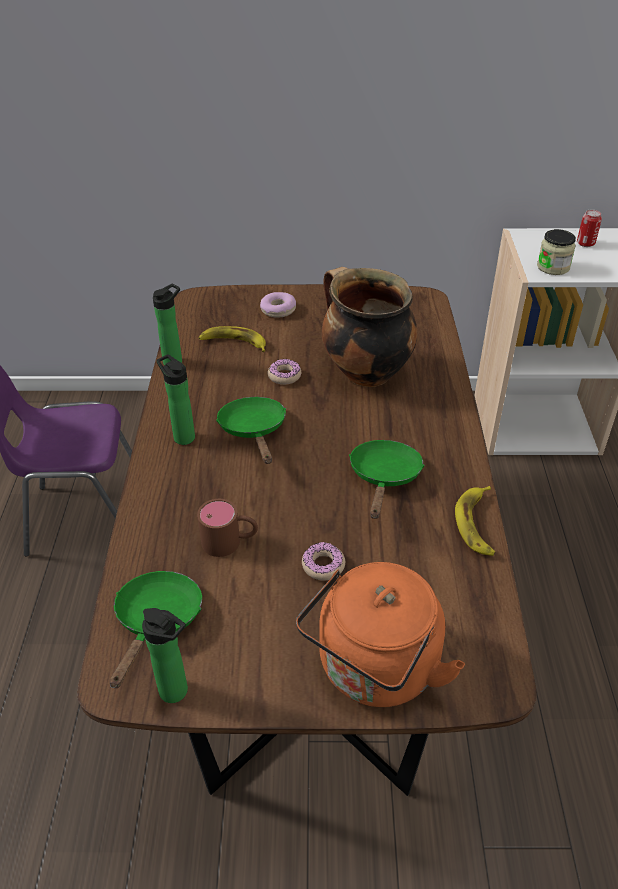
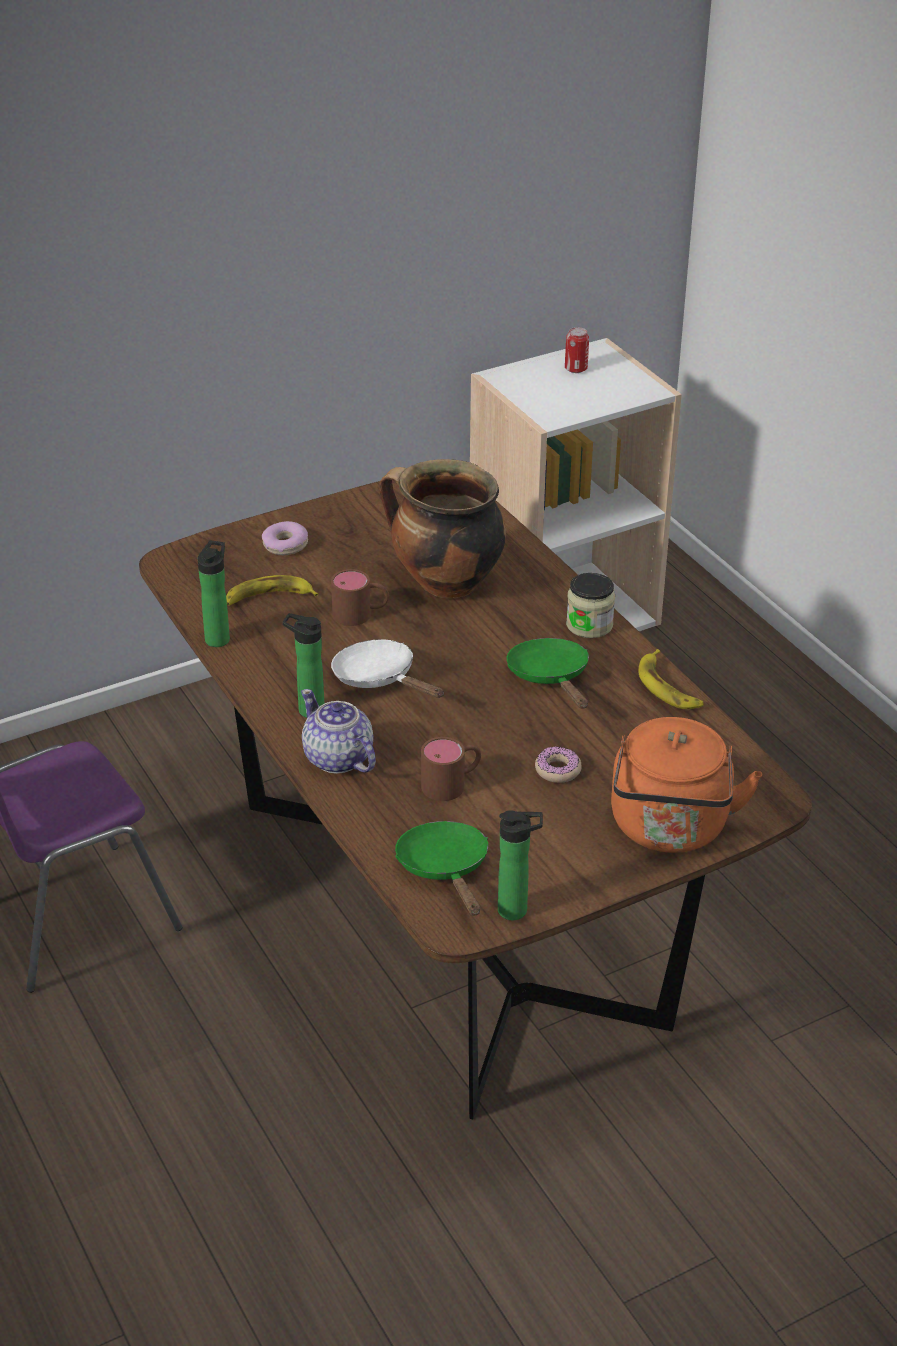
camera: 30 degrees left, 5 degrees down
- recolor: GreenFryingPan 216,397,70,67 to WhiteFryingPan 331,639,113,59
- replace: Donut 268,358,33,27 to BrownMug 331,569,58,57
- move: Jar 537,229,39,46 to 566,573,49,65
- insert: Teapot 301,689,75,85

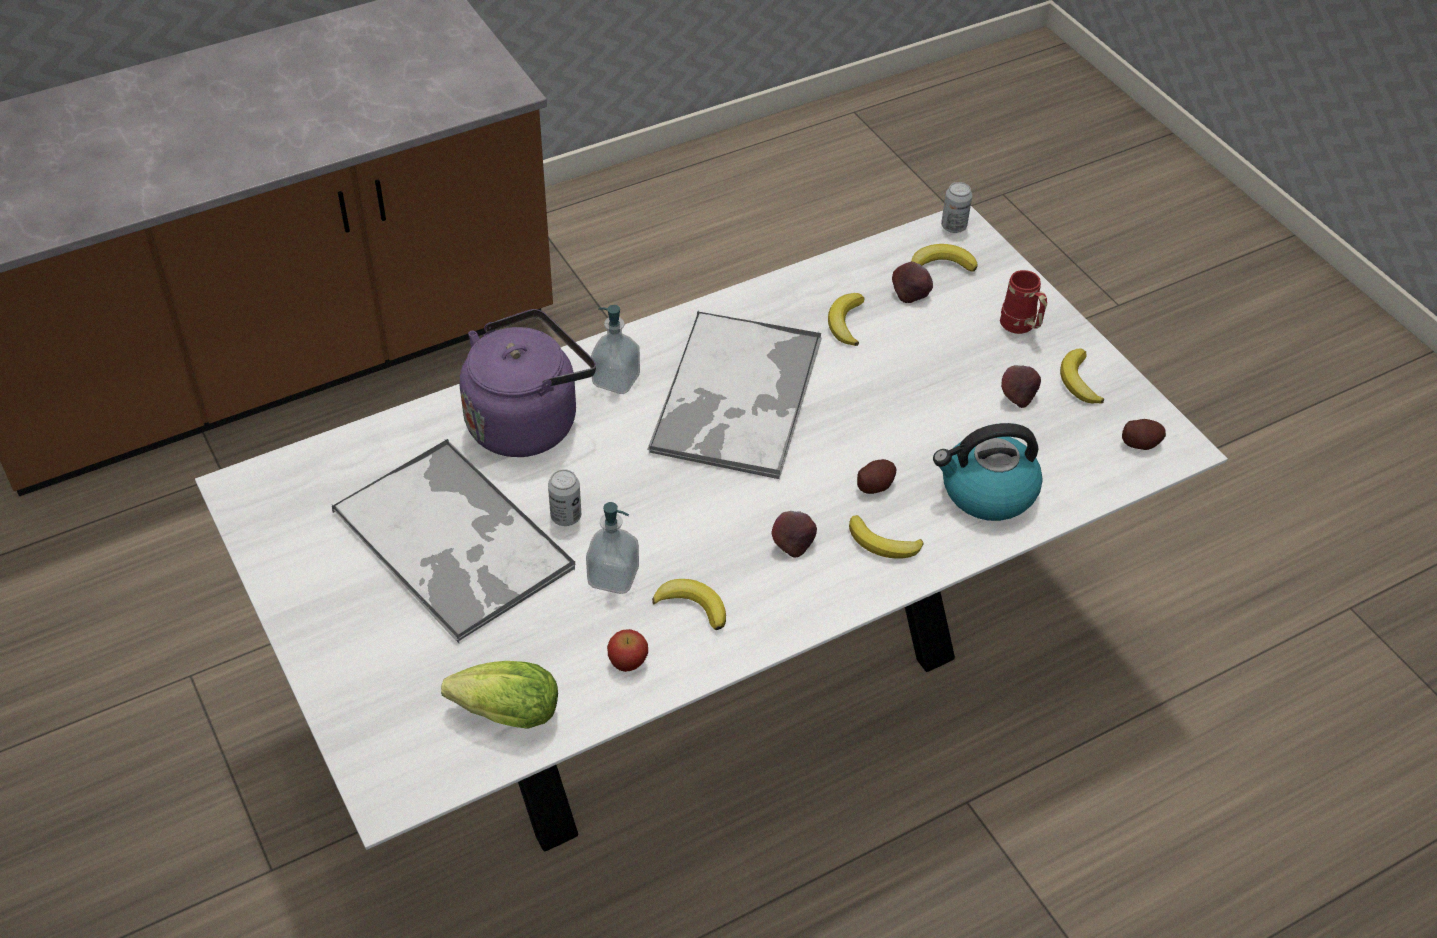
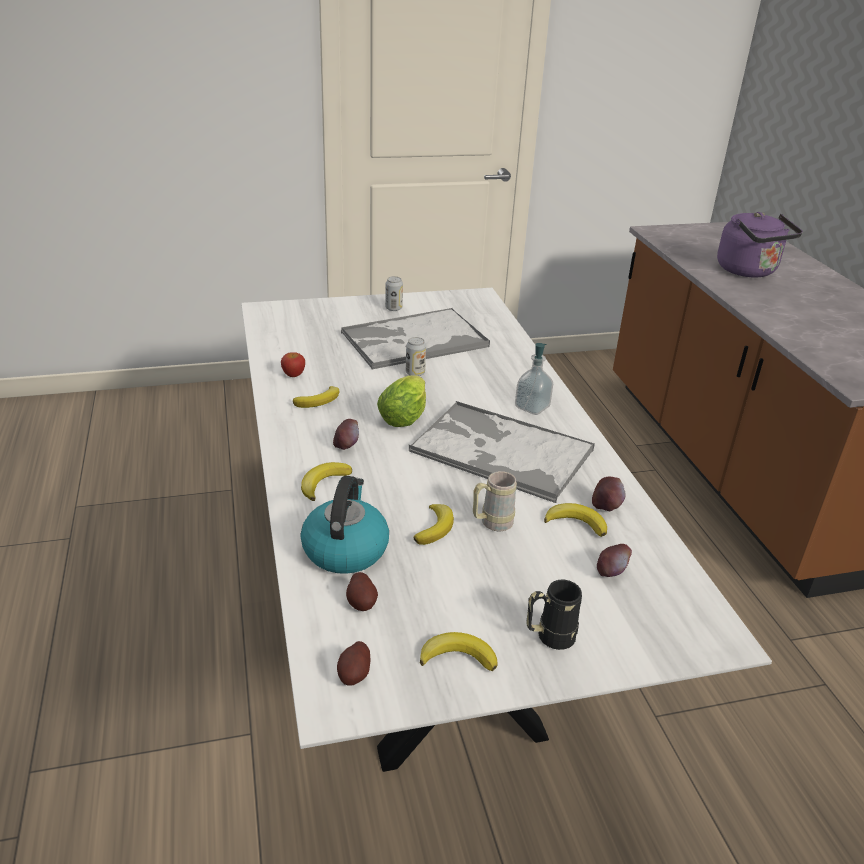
camera: 105 degrees right, 15 degrees down
- move: Lettuce 441,661,117,68 to 377,375,49,52
- move: PurpleKettle 460,309,136,148 to 717,212,86,66
- delete: SoapDispenser 586,502,53,92
- move: Potato 857,459,40,35 to 346,572,32,39
- move: Banana 911,244,67,28 to 414,504,40,41
- move: Can 941,182,31,51 to 385,276,18,35
- recolor: RedMug 1000,270,47,64 to BlackMug 526,580,56,70
- move: Apple 1001,365,40,43 to 592,477,33,34
- insert: BeigeMug 473,471,44,60

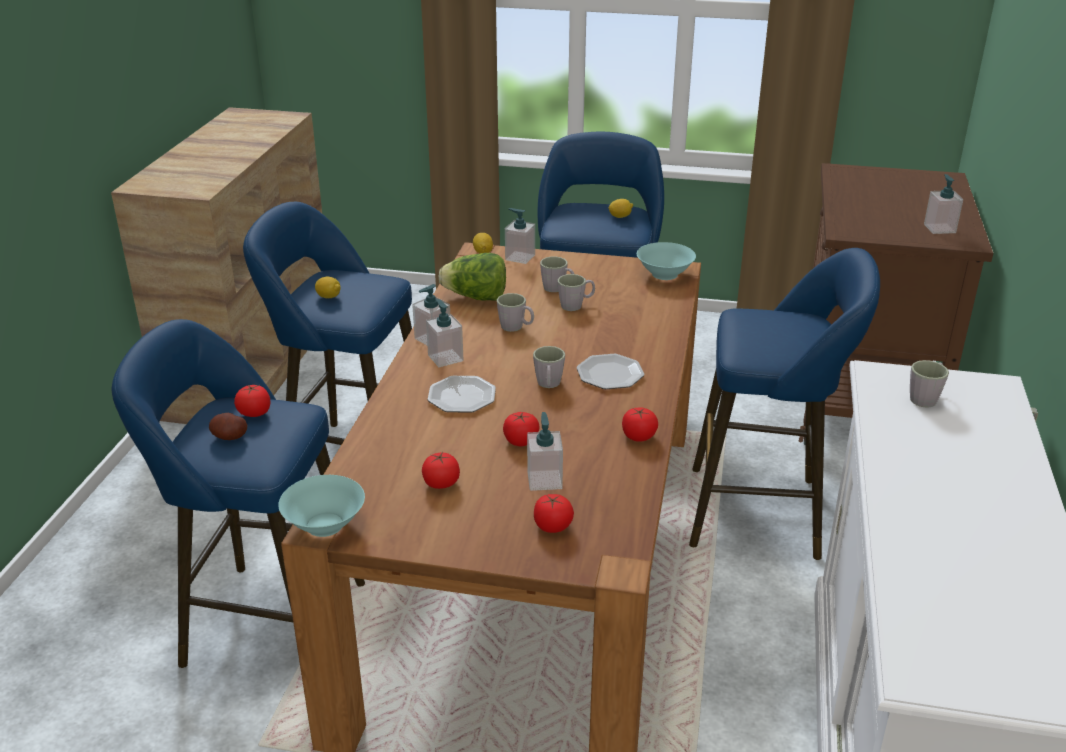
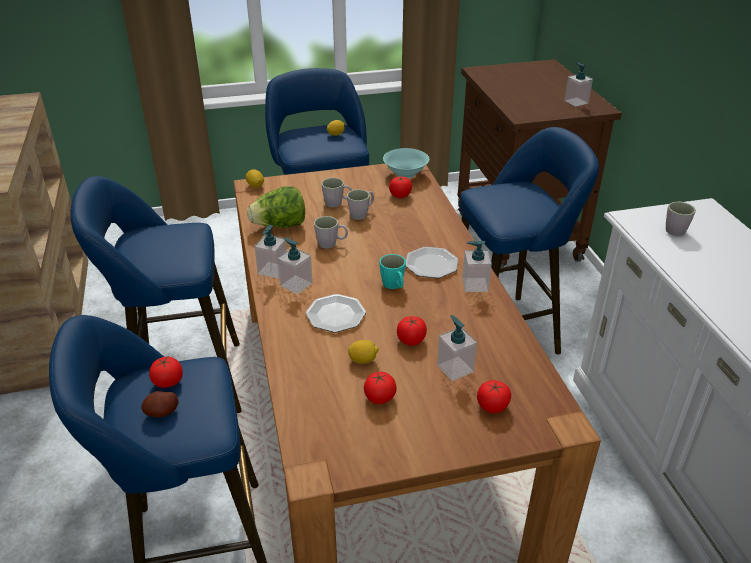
camera: 25 degrees left, 5 degrees up
- delete: TurquoiseBowl 278,475,87,62
- move: Lemon 315,277,26,21 to 348,340,31,24
- move: SoapDispenser 505,208,30,56 to 462,241,30,51
- recolor: GreyMug 533,346,32,42 to TurquoiseMug 379,254,27,35
- move: Tomato 622,407,36,35 to 389,176,23,22

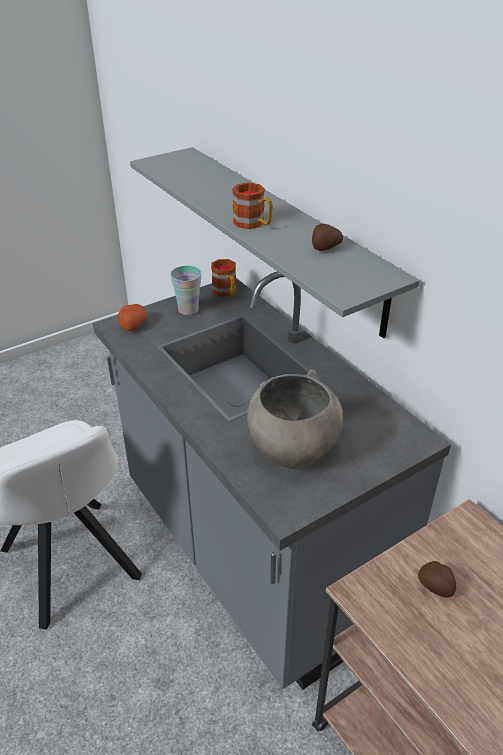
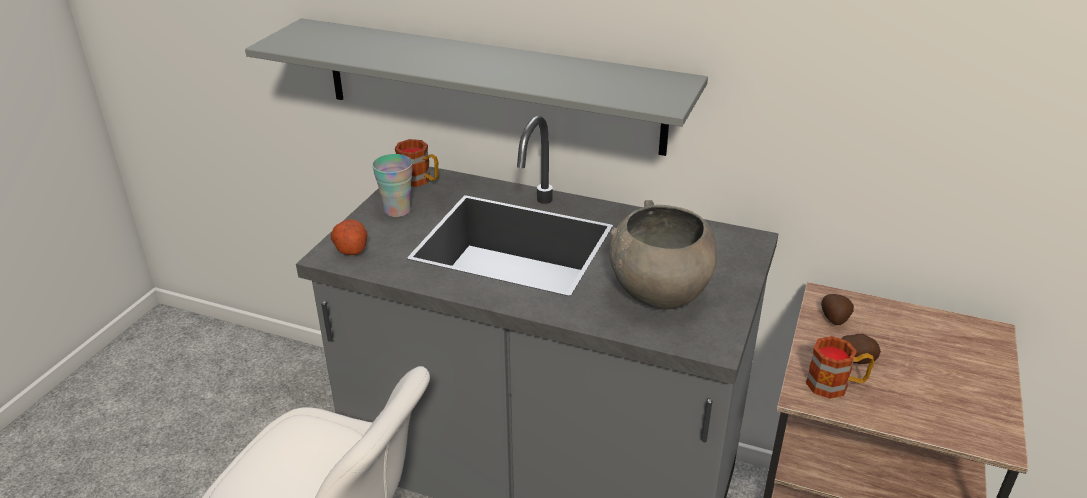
camera: 35 degrees left, 5 degrees down
- move: Mug 232,183,41,46 to 806,336,68,63
- move: Potato 312,224,31,27 to 821,294,33,31

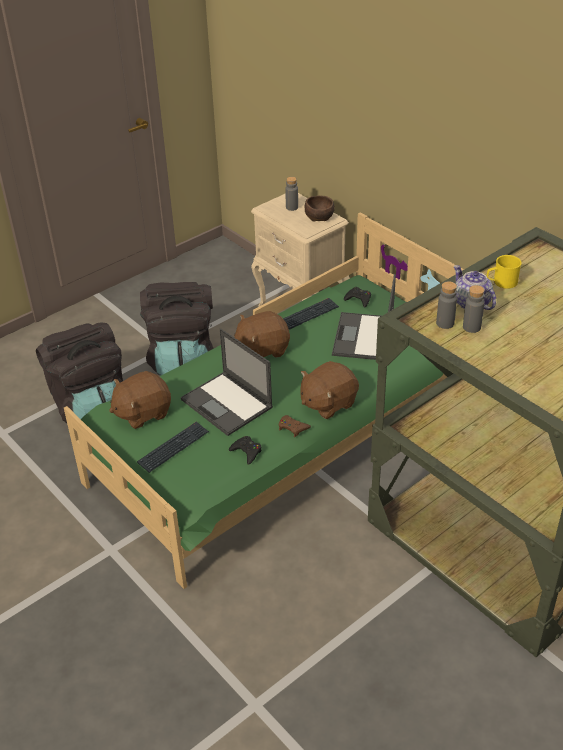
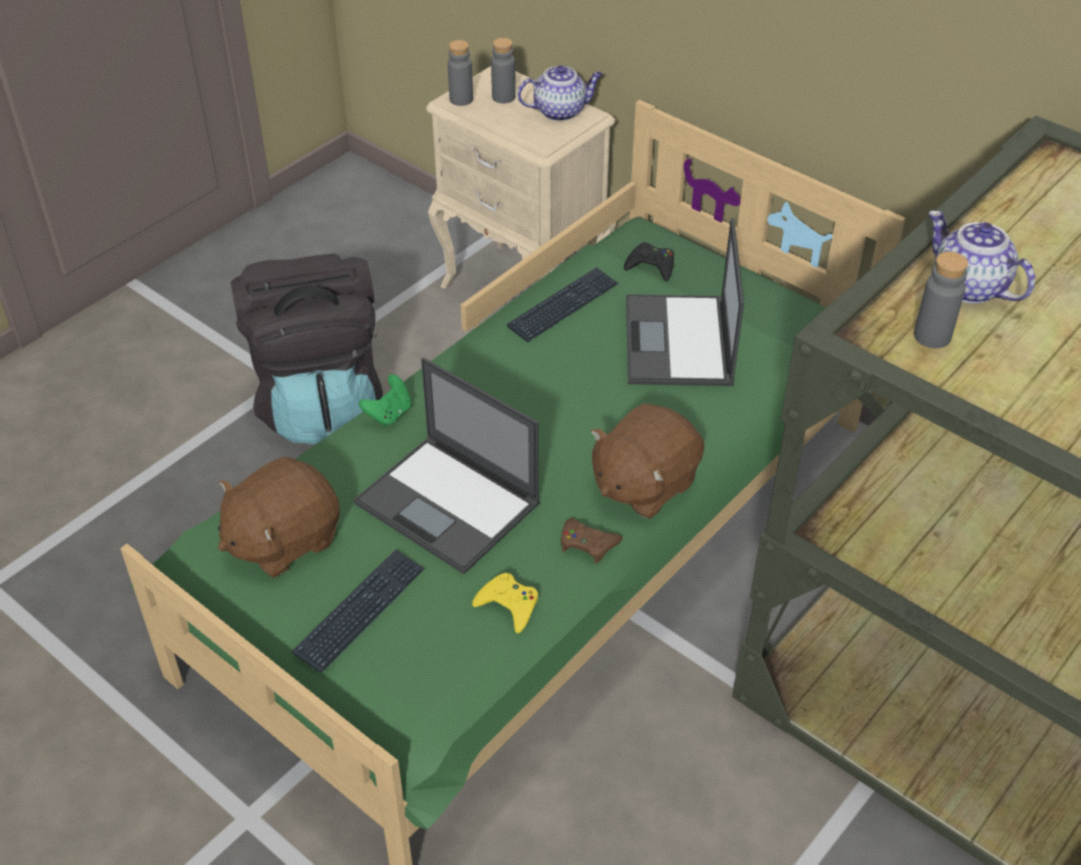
camera: 10 degrees left, 5 degrees up
- delete: BlackBackpack 36,323,87,100
- recolor: BlackGameController 229,436,33,29 to YellowGameController 472,573,66,60
- delete: BrownPlushToy 234,311,56,47
- replace: BrownBowl 305,196,30,26 to Teapot 517,65,86,56
- move: GreyBottle 463,285,22,48 to 448,40,25,66
- delete: YellowMug 487,255,35,34
- insert: GreenGameController 359,374,52,52

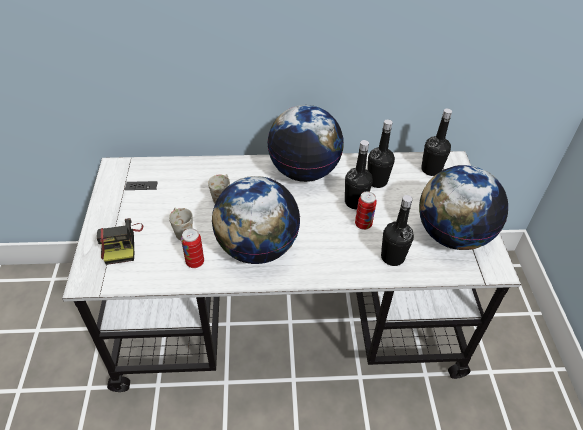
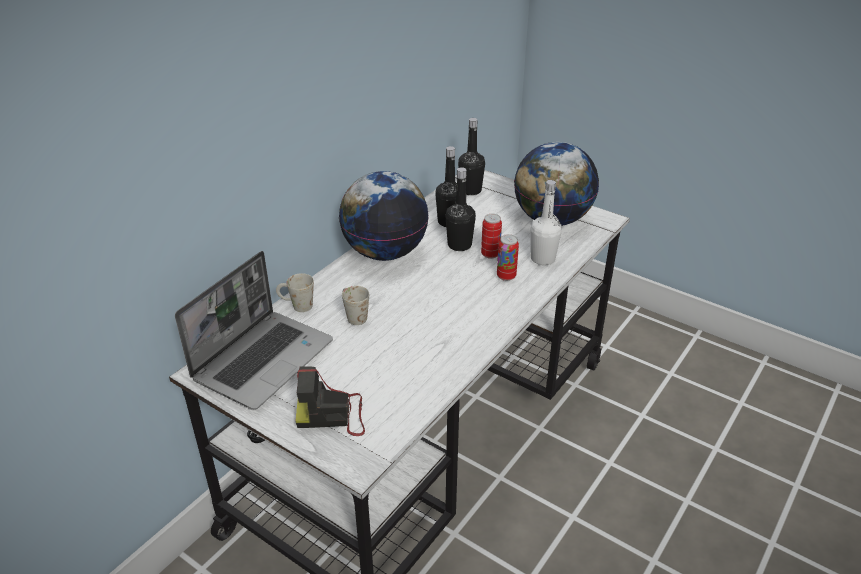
camera: 50 degrees left, 10 degrees down
- rotate: PhotoCamera 97,218,46,47 = 295,366,70,70 150 degrees clockwise
- move: WhiteMug 169,208,24,32 to 276,273,38,39
- move: Can 181,228,23,40 to 497,234,22,47
- delete: Globe 212,176,88,88
- recolor: BlackBottle 381,195,33,71 to WhiteBottle 530,180,32,85
- insert: Laptop 175,251,158,159

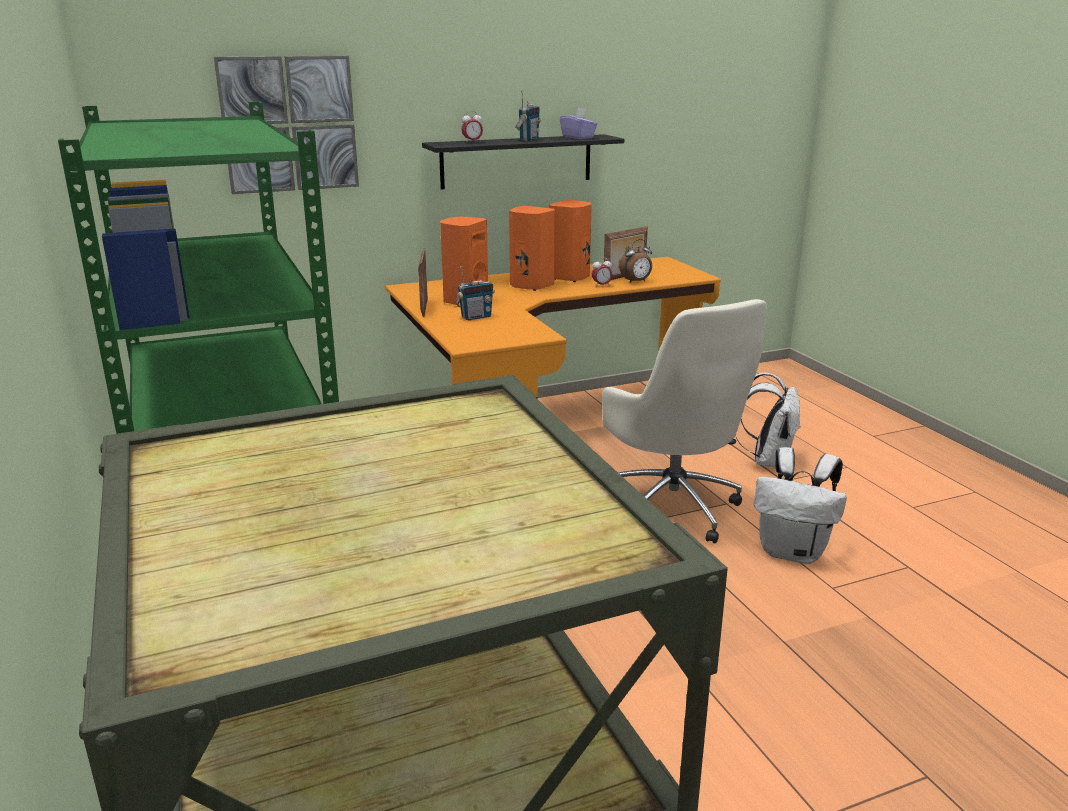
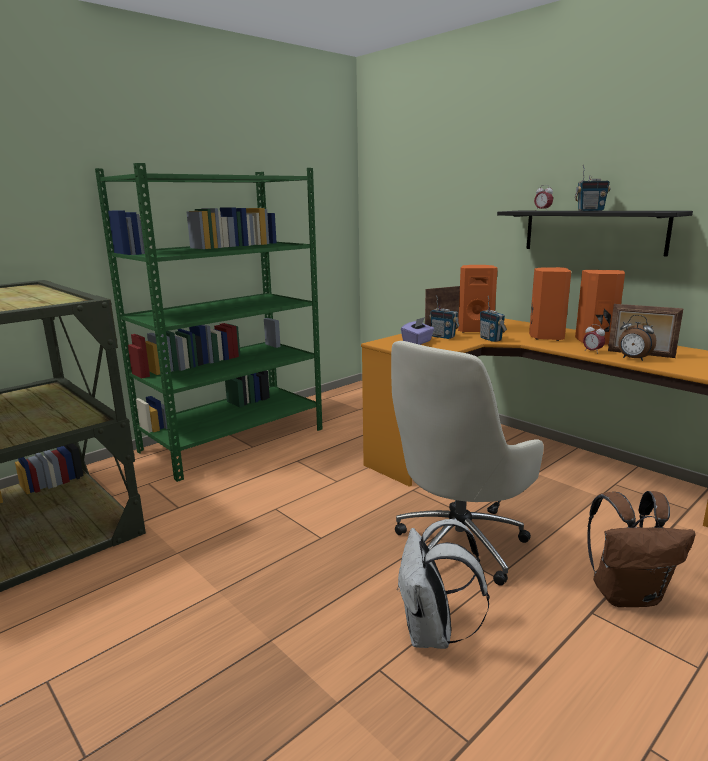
camera: 70 degrees right, 5 degrees down
- delete: Picture 214,56,145,138
- move: PurpleTissueBox 560,108,38,31 to 401,317,33,28
- recolor: WhiteBackpack 735,372,66,96 to BrownBackpack 587,491,109,116
- insert: Radio 480,296,27,46

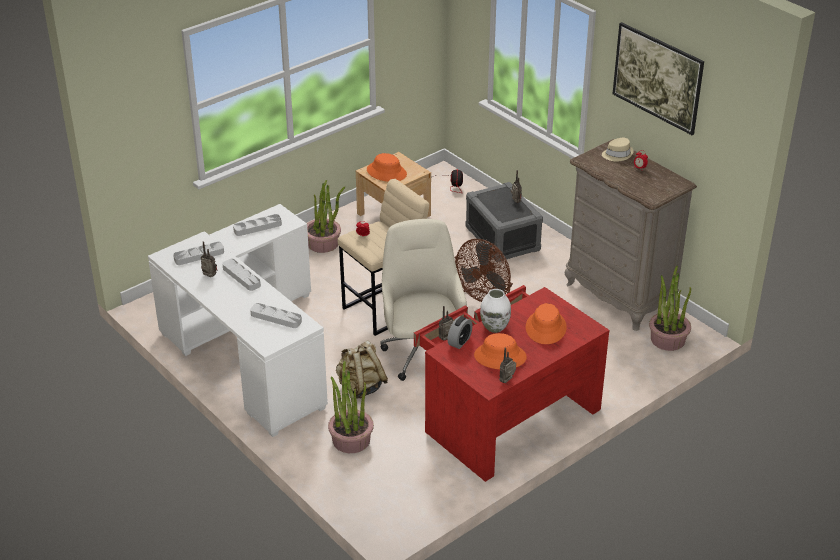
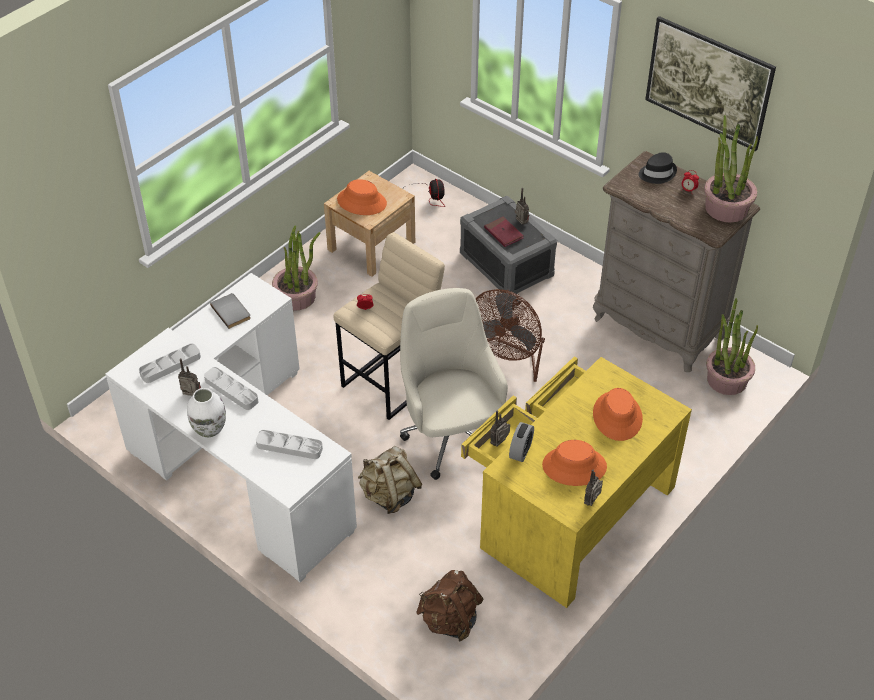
camera: 10 degrees left, 10 degrees up
- replace: GreyTray 233,214,49,22 to GreyBook 210,293,41,36
- move: PottedPlant 328,361,46,92 to 704,115,54,107
- recolor: RedDesk 414,285,196,197 to YellowDesk 461,356,231,252
- move: WhiteVase 480,289,31,44 to 187,388,39,49
- recolor: BeigeHat 602,138,32,23 to BlackHat 638,152,39,32
- insert: BrownBackpack 416,570,67,71
- insert: RedBook 484,217,40,30

